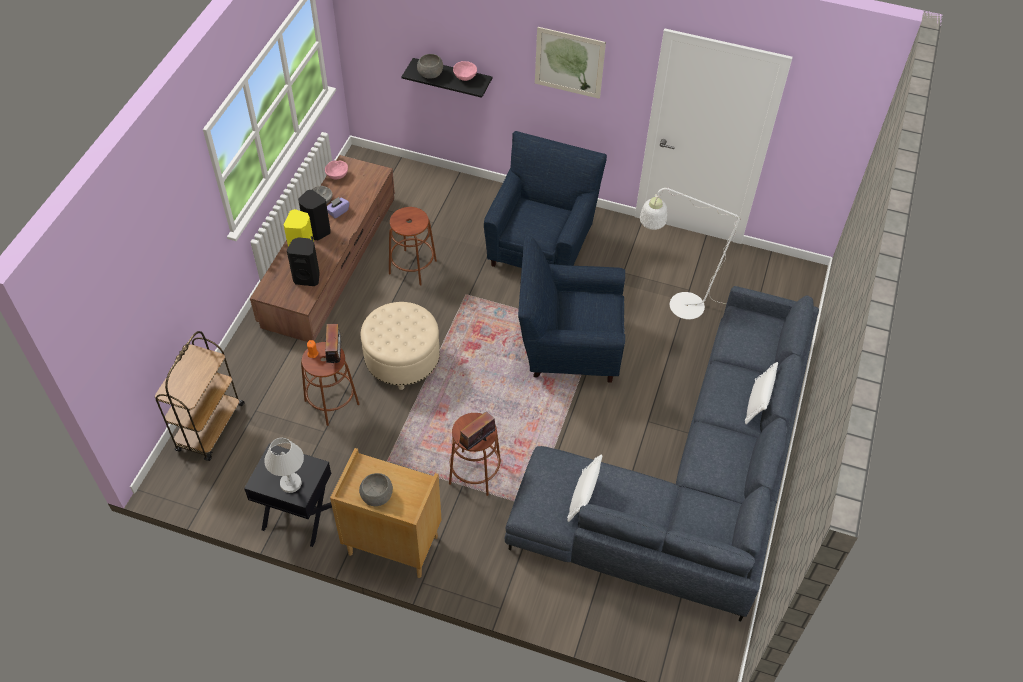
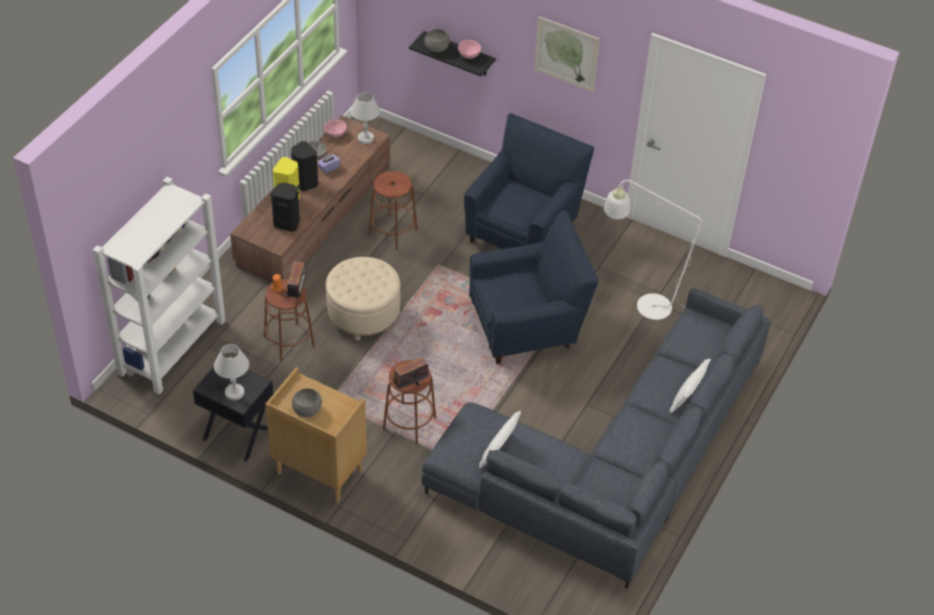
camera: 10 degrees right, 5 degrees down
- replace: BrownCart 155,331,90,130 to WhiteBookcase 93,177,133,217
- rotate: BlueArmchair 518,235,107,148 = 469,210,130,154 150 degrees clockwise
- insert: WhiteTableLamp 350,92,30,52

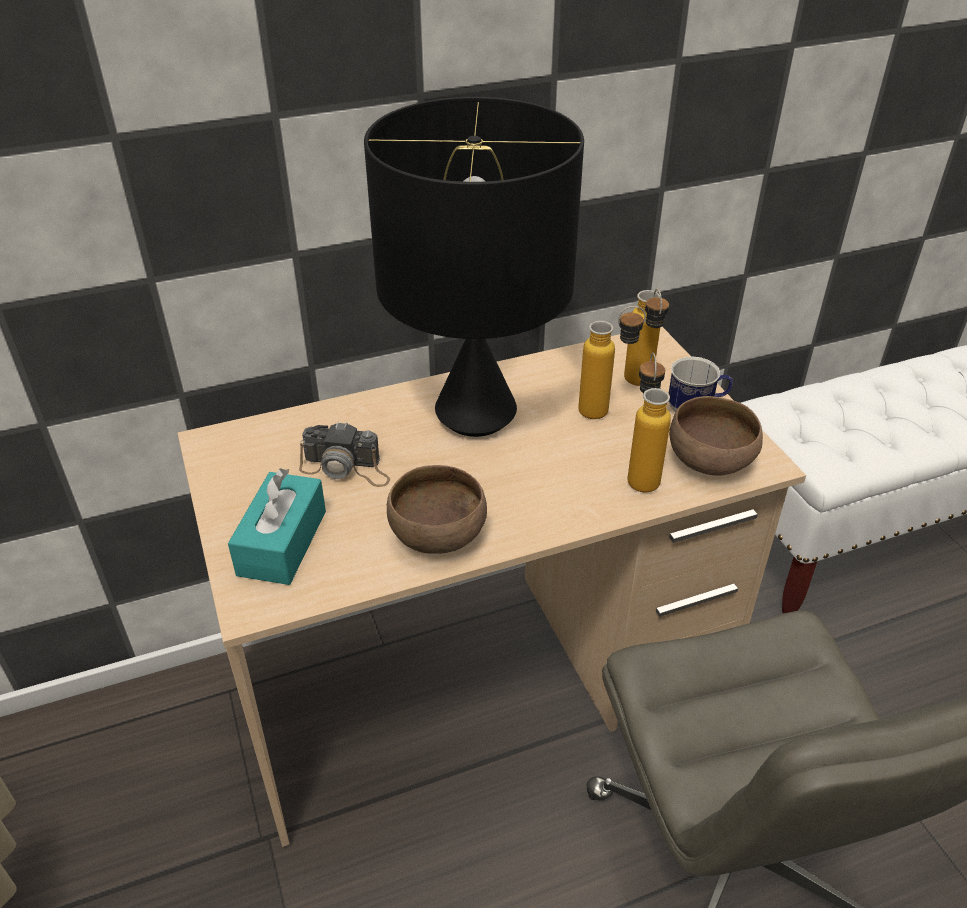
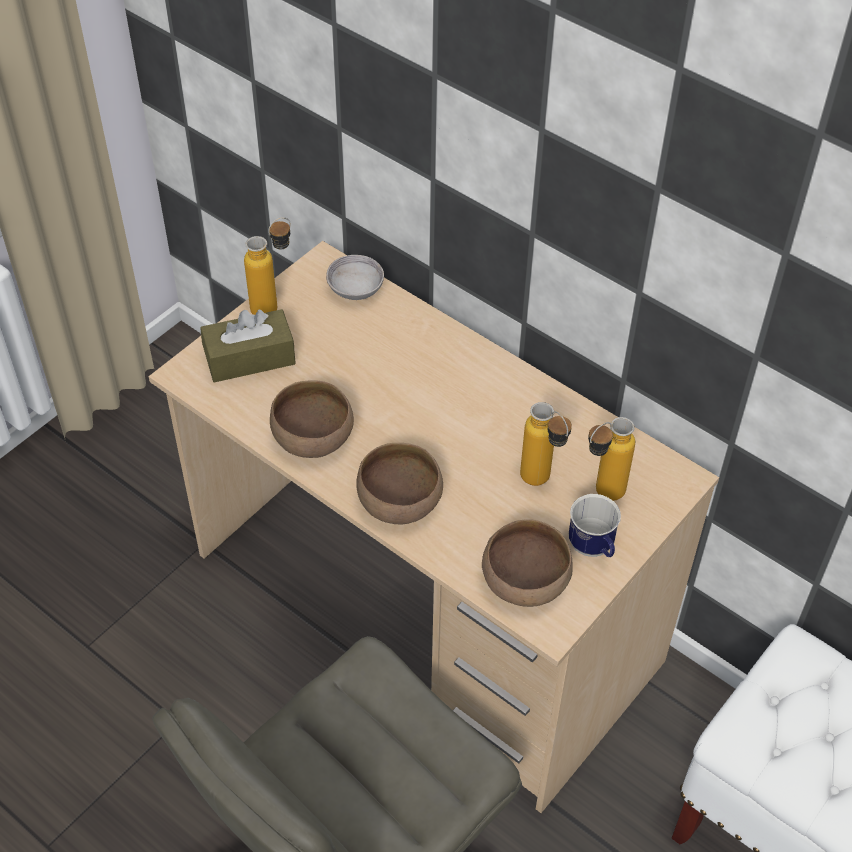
camera: 60 degrees right, 10 degrees up
- recolor: TurquoiseTissueBox 228,468,98,117 to BrownTissueBox 200,309,96,74
- delete: PhotoCamera 299,421,91,66
- delete: BlackTableLamp 364,97,220,340
- move: Bottle 628,353,43,139 to 244,217,47,98
- insert: GreyBowl 326,255,58,45
- insert: BrownBowl 356,443,87,81

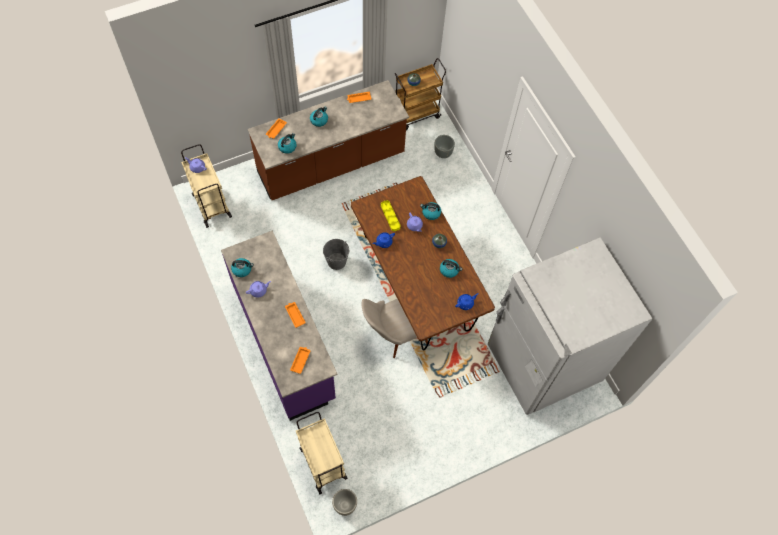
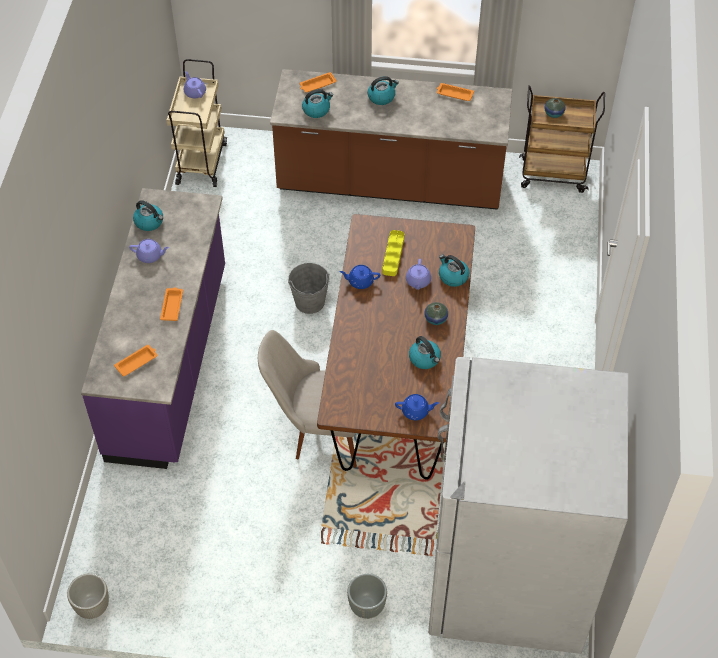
camera: 35 degrees right, 10 degrees down
- delete: BeigeCart 296,412,51,82
- move: GreyPlanter 434,135,21,23 to 347,573,40,46

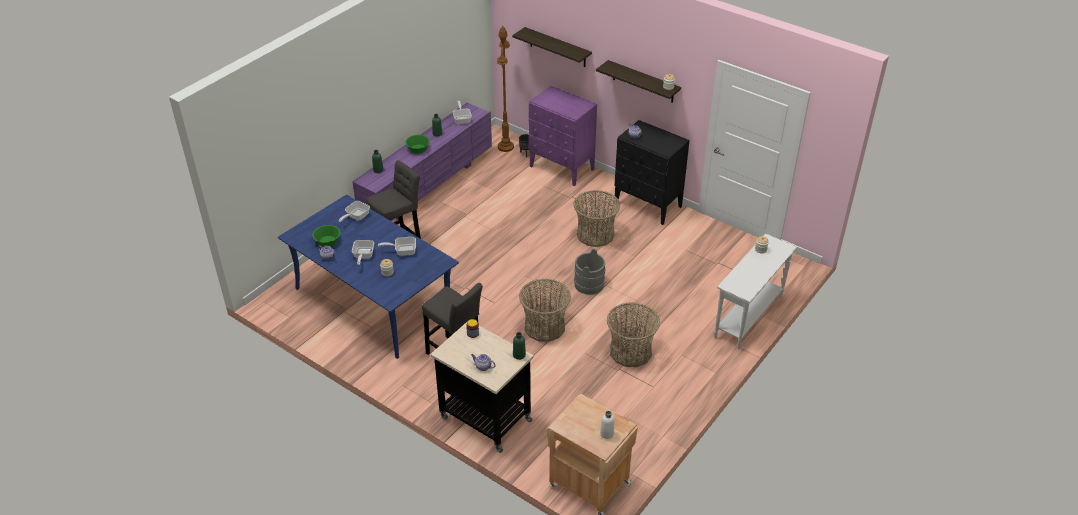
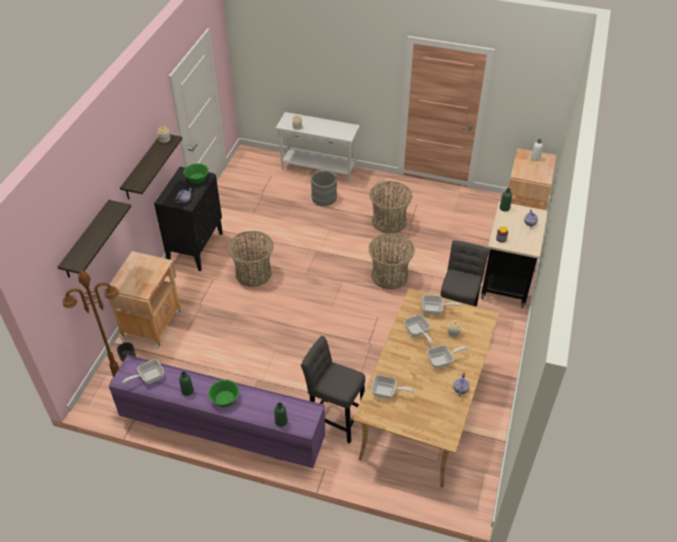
camera: 110 degrees left, 5 degrees up
- recolor: BlueDiningTable 278,195,181,164 to BeigeDiningTable 353,289,146,199
- move: GreenBowl 312,225,29,22 to 183,163,26,21
- replace: PurpleDresser 528,86,69,101 to BrownCart 108,251,73,97
- move: GreyBucket 574,249,31,46 to 311,171,26,35
- insert: FryingPan 422,295,39,20

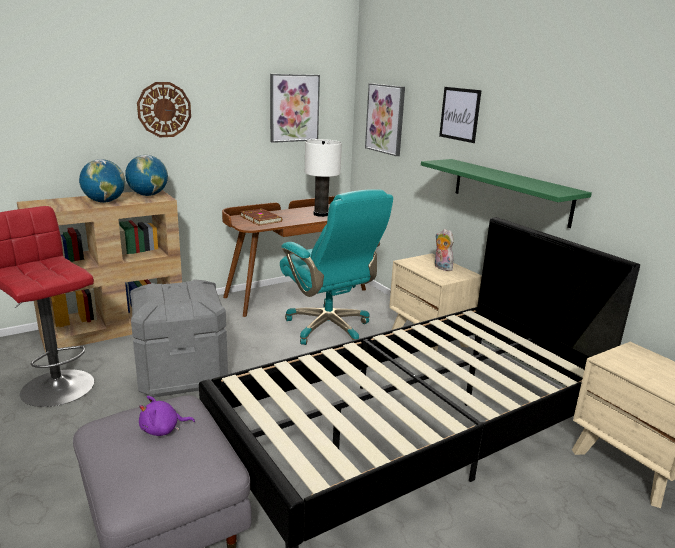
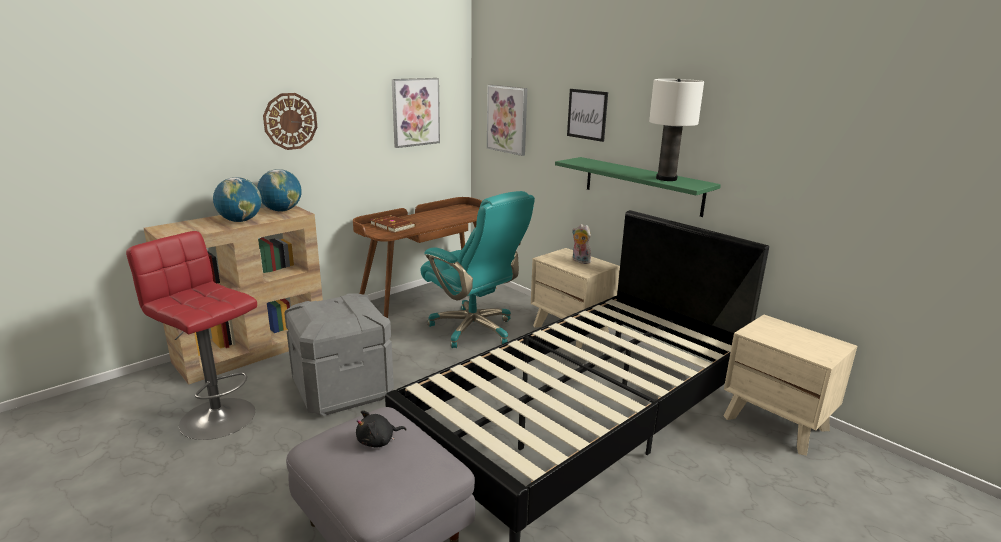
camera: 10 degrees left, 0 degrees up
- recolor: PurplePlushToy 139,396,56,40 to BlackPlushToy 356,410,51,37
- move: WhiteTableLamp 305,139,37,78 to 649,79,55,102

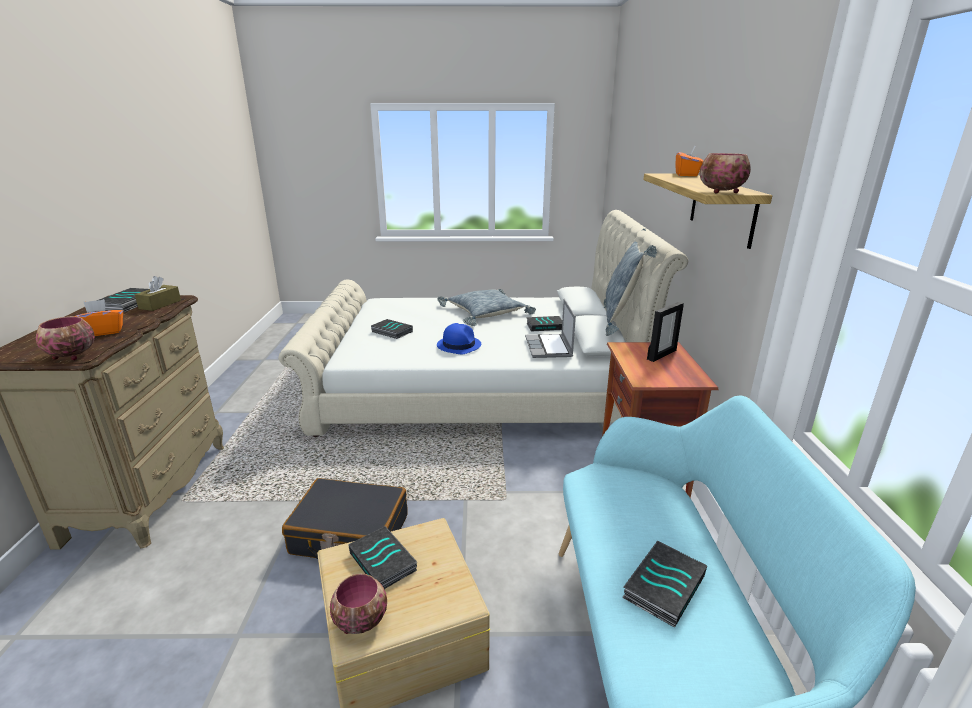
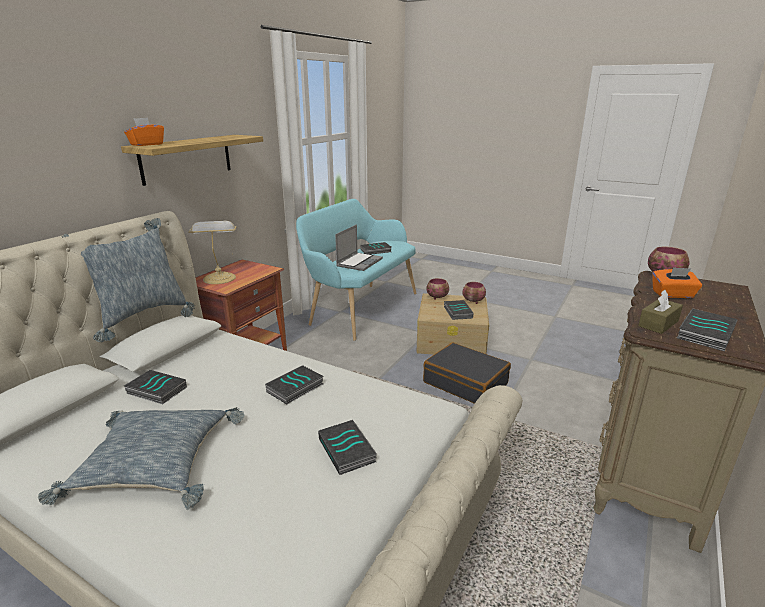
camera: 150 degrees left, 0 degrees up
- replace: BlueHat 437,323,44,31 to Book 265,365,58,40
- move: Laptop 525,299,51,59 to 335,224,48,47
- replace: PictureFrame 647,302,37,60 to TableLamp 189,221,47,63
- move: Bowl 700,153,51,40 to 426,278,23,22

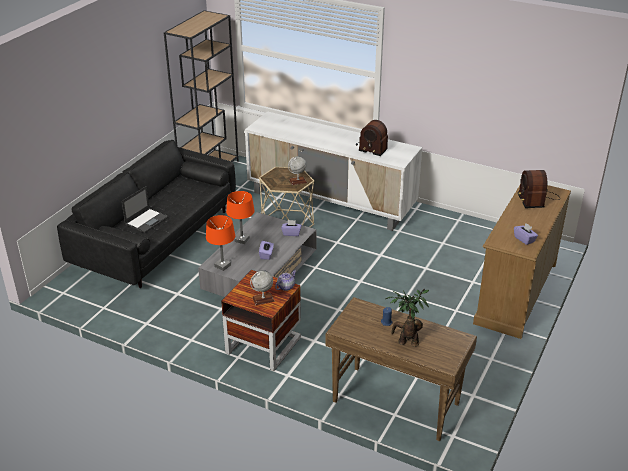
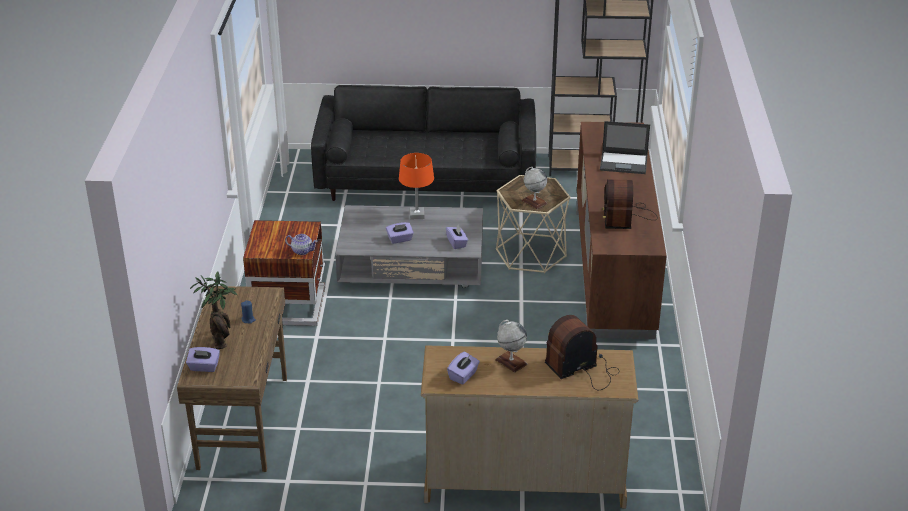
camera: 65 degrees right, 0 degrees up
- move: Laptop 122,186,47,47 to 600,121,50,53
- delete: OrangeTableLamp 206,215,29,56
- recolor: WhiteTvStand 245,111,177,120 to BrownTvStand 576,122,91,217
- move: Globe 250,270,24,35 to 495,320,33,53
- insert: PurpleTissueBox 186,347,34,25

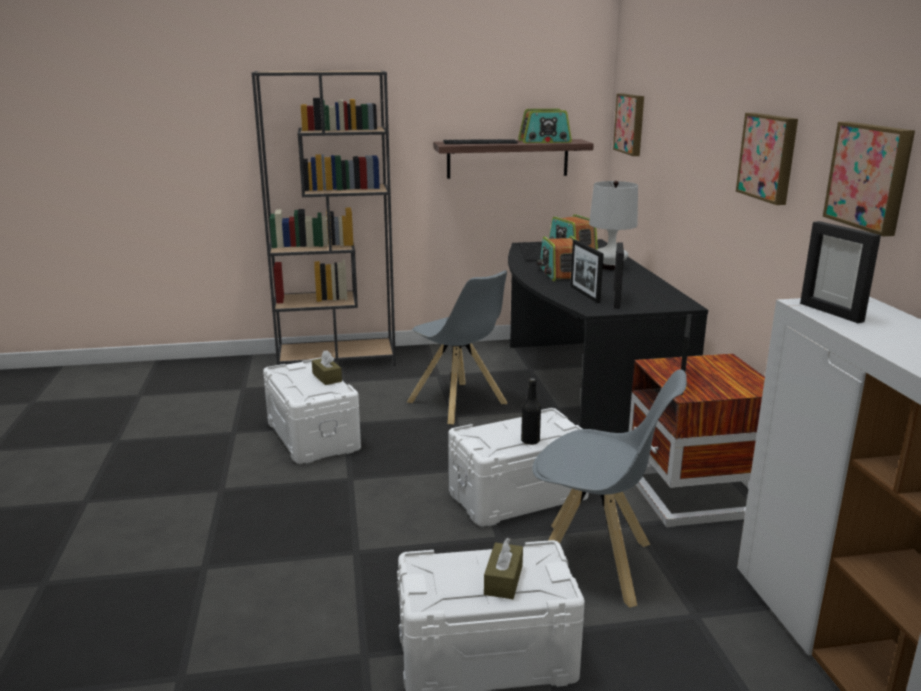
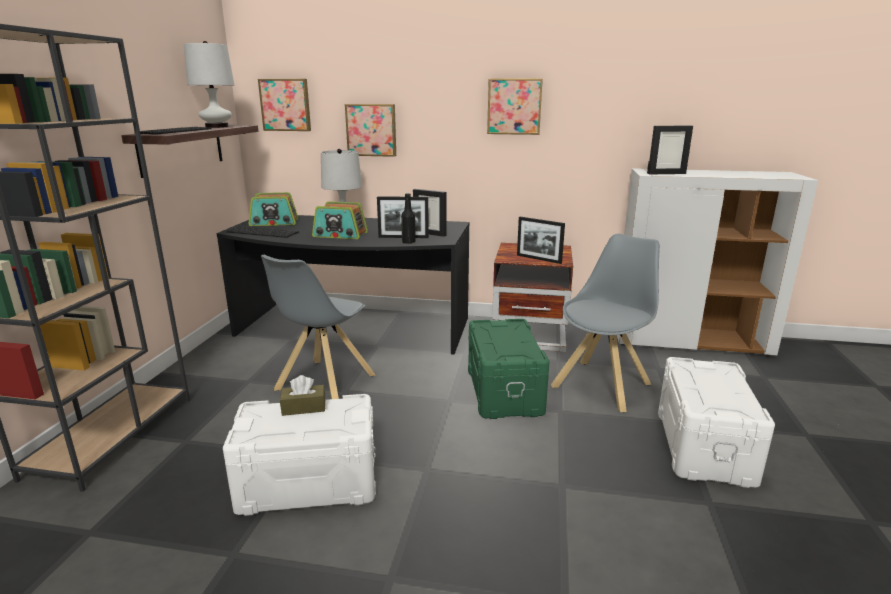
camera: 70 degrees left, 0 degrees up
- rotate: GreyChair 407,270,100,155 = 261,255,114,144 135 degrees clockwise
- recolor: WhiteStorageBox 448,408,141,118 to GreenStorageBox 468,319,82,100
- delete: BrownTissueBox 484,537,39,62
- replace: Radio 518,109,54,34 to WhiteTableLamp 184,41,50,87
- move: BlackBottle 521,378,20,67 to 401,193,15,51
- move: Picture 823,122,92,114 to 345,104,51,53

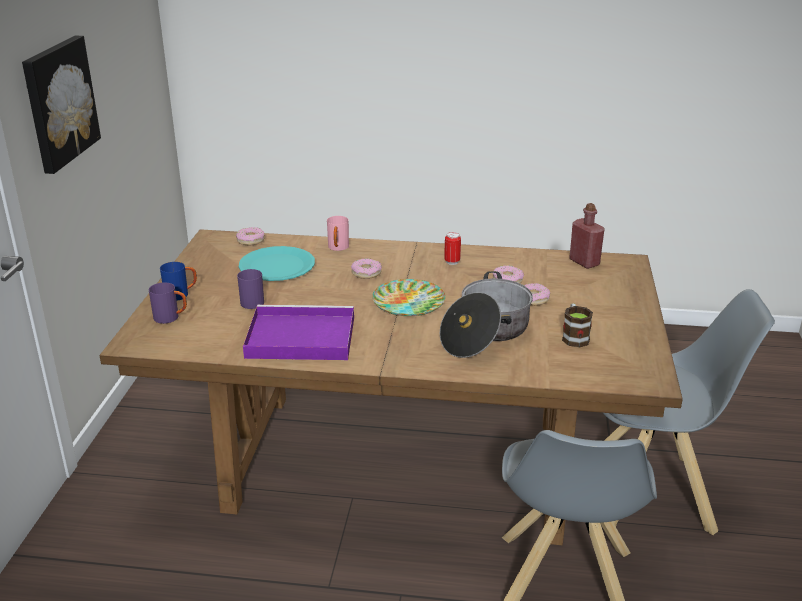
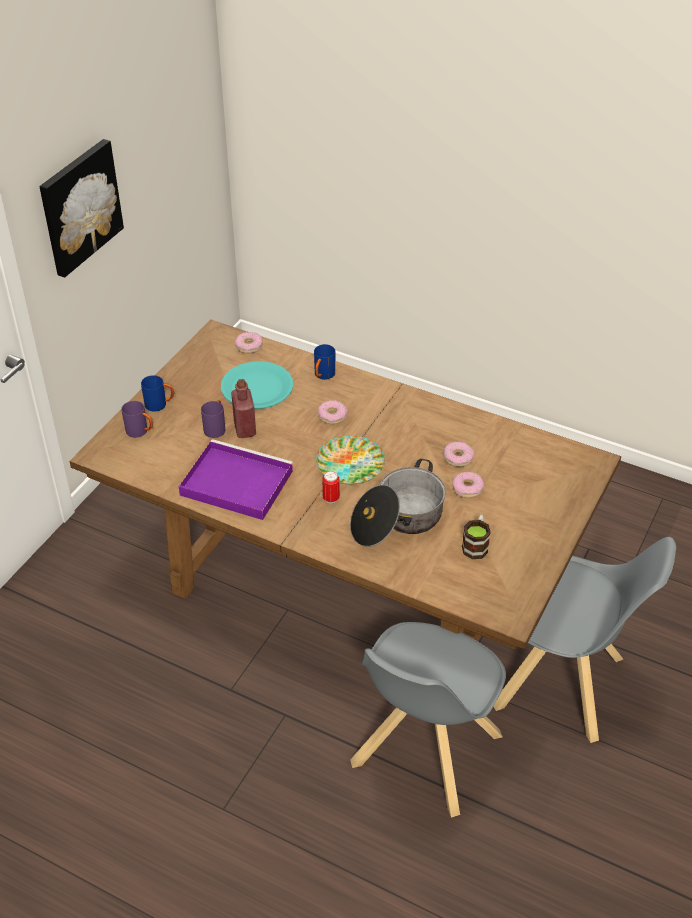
camera: 20 degrees right, 15 degrees up
- recolor: PinkMug 327,216,22,35 to BlueMug 314,344,21,36
- move: Can 444,232,17,33 to 322,471,18,32
- move: RedBottle 569,203,36,66 to 231,379,25,59

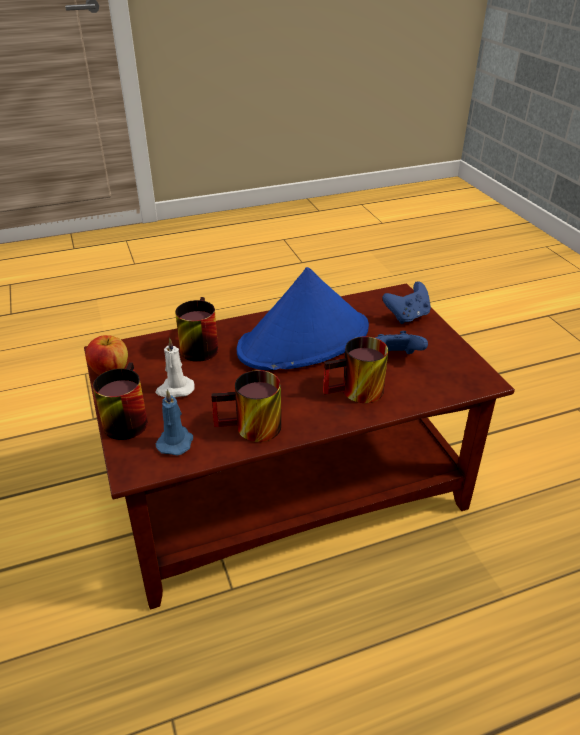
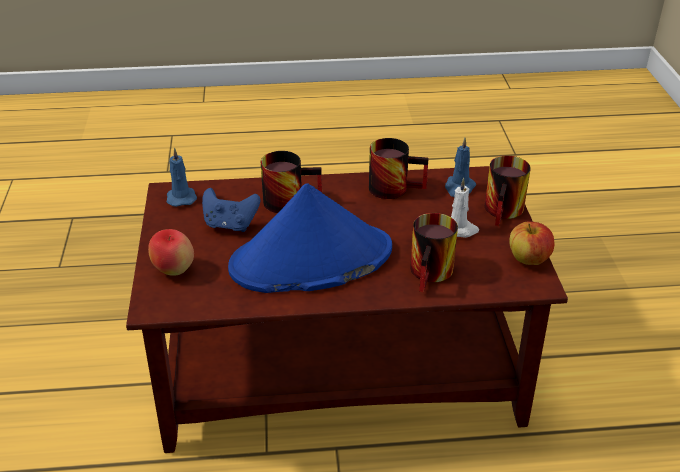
camera: 165 degrees left, 0 degrees up
- replace: BlueGameController 382,281,49,43 to Apple 148,229,46,47
- insert: BlueCandle 167,147,30,60

